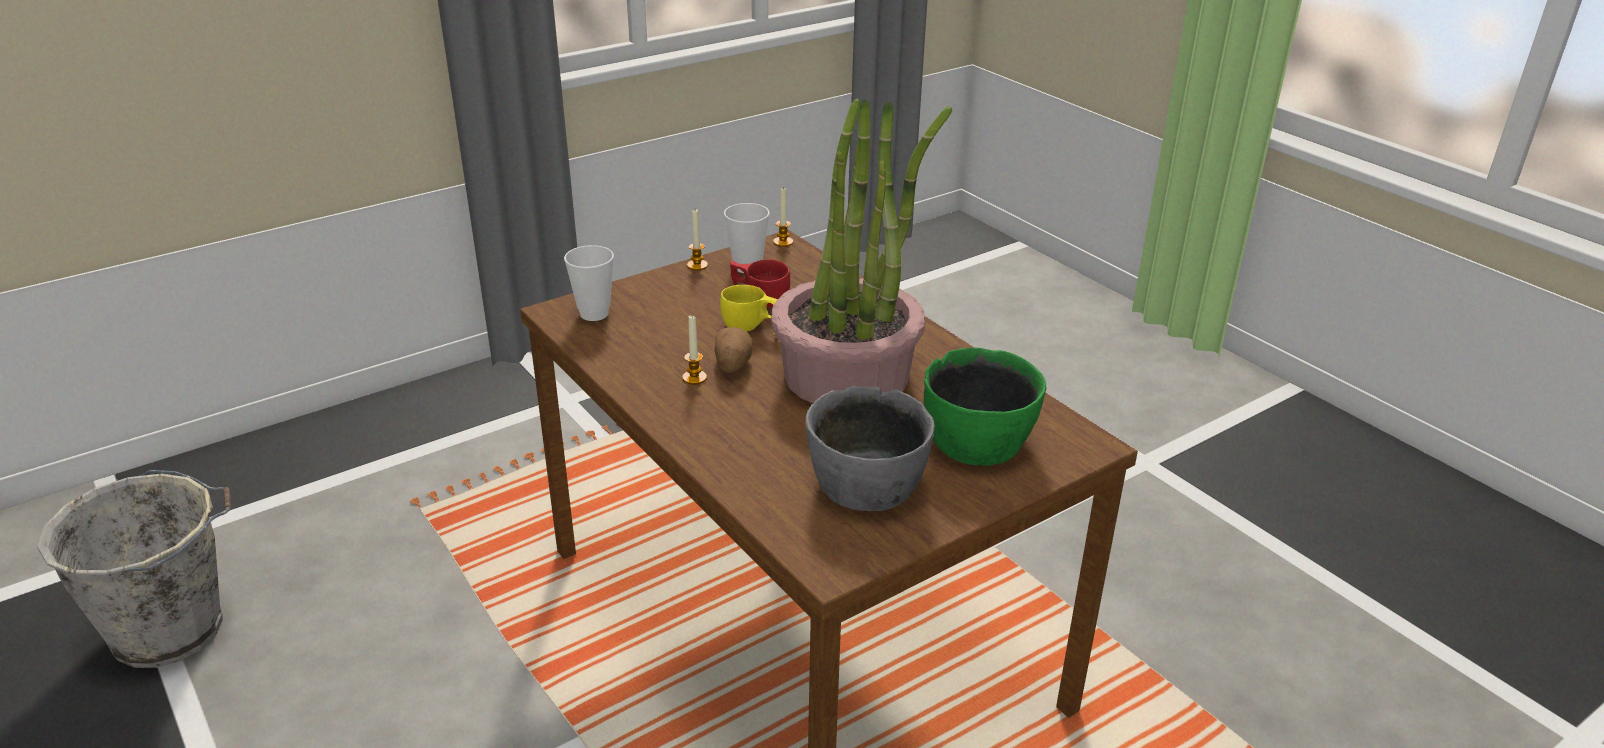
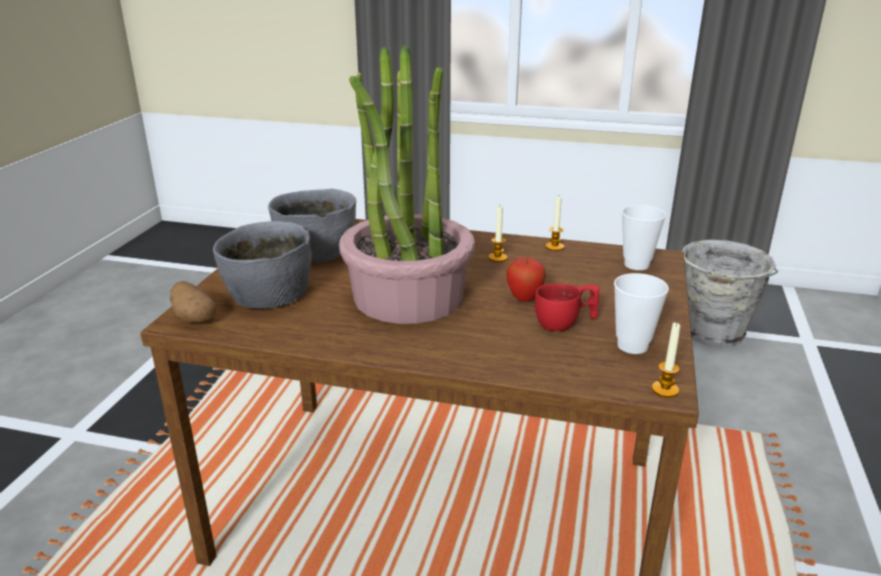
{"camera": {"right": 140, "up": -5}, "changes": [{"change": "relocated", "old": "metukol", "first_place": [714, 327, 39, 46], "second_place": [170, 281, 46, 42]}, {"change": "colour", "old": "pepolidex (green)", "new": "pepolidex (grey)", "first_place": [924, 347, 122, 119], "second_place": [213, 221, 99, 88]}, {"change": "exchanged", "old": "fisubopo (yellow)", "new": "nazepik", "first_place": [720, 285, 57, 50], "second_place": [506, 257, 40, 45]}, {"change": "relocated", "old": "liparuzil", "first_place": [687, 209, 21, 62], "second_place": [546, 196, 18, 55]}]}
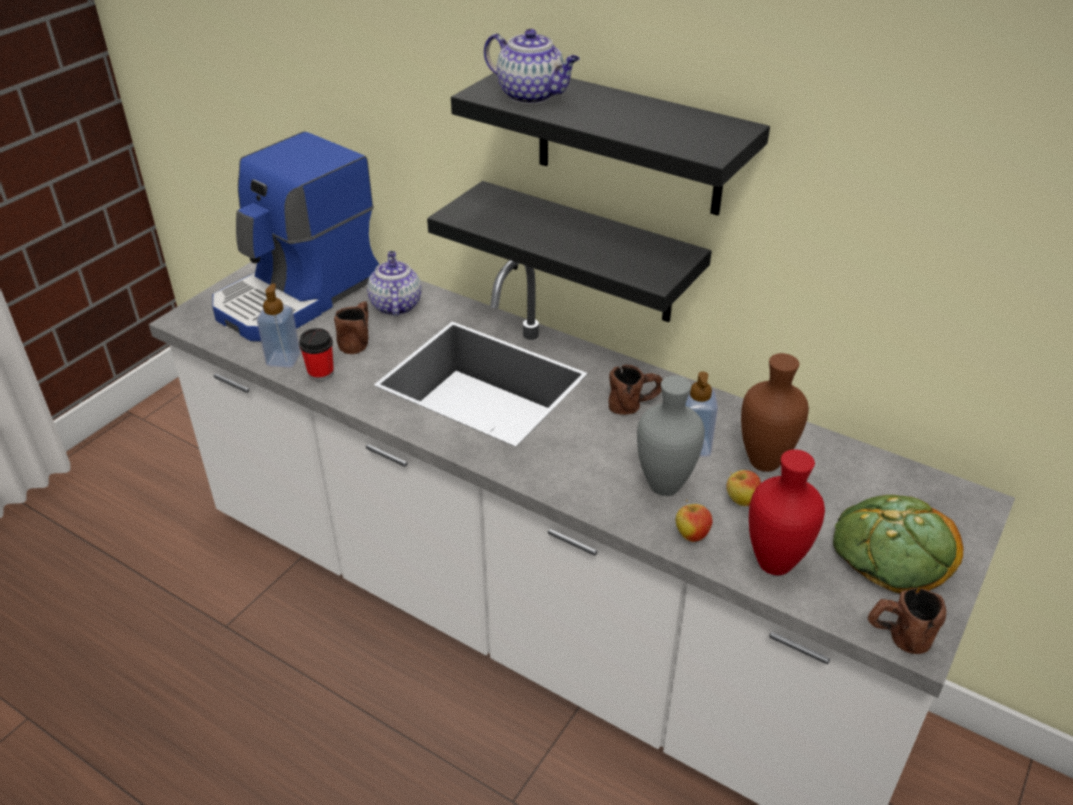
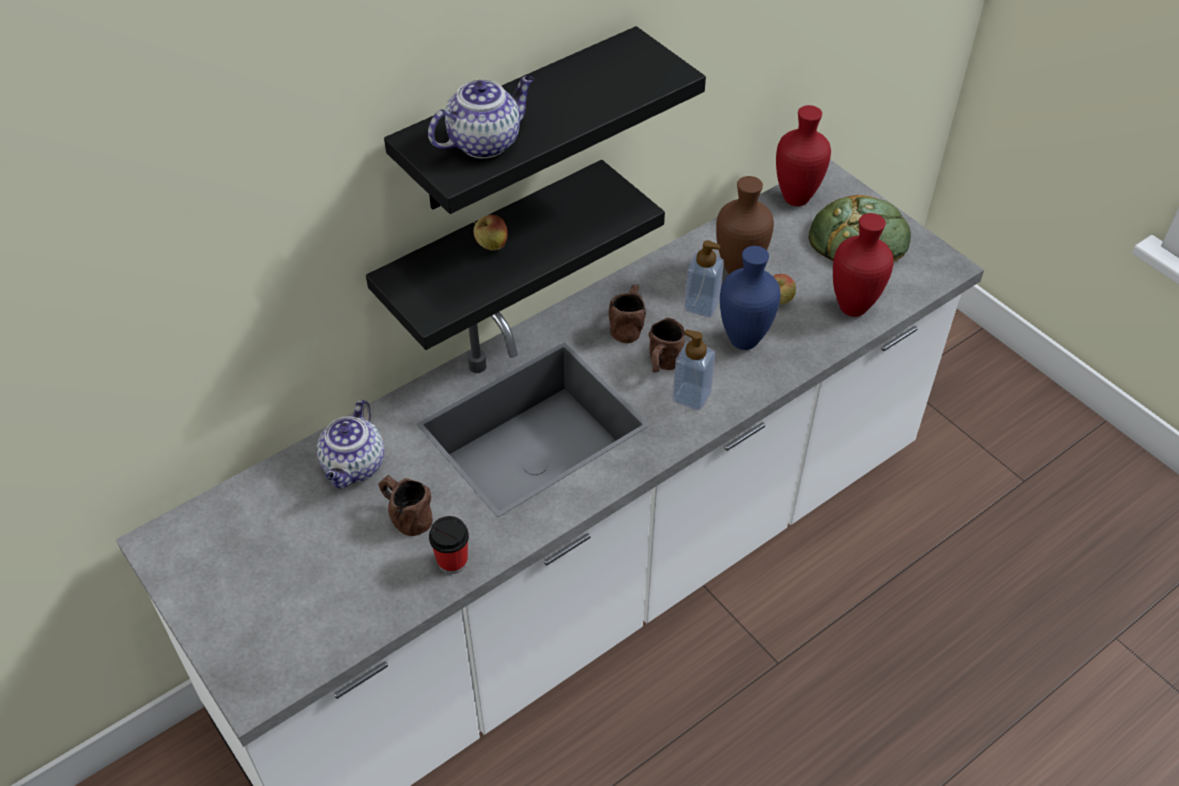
{"camera": {"right": -70, "up": 10}, "changes": [{"change": "spun", "old": "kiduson", "first_place": [367, 251, 55, 65], "second_place": [317, 400, 67, 89], "degrees": -90}, {"change": "relocated", "old": "nazepik", "first_place": [676, 500, 36, 42], "second_place": [474, 215, 33, 36]}, {"change": "relocated", "old": "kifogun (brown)", "first_place": [868, 588, 78, 66], "second_place": [648, 318, 37, 54]}, {"change": "relocated", "old": "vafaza", "first_place": [257, 283, 44, 85], "second_place": [673, 329, 42, 81]}, {"change": "colour", "old": "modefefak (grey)", "new": "modefefak (blue)", "first_place": [637, 376, 68, 120], "second_place": [720, 246, 61, 104]}, {"change": "appeared", "new": "modefefak (red)", "second_place": [776, 105, 55, 101]}, {"change": "missing", "old": "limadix", "first_place": [212, 131, 167, 210]}]}
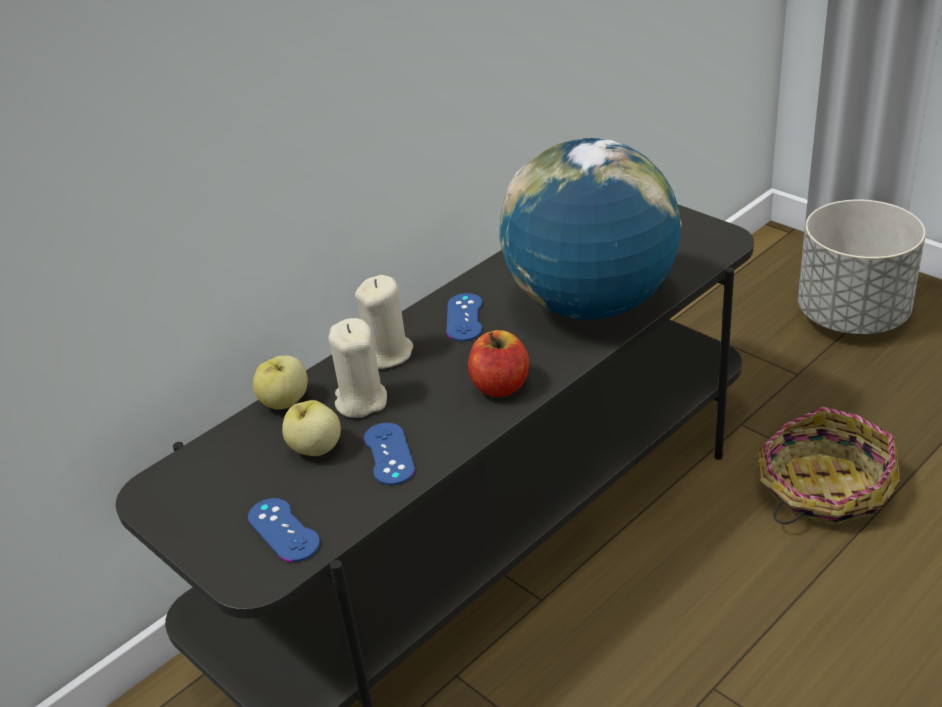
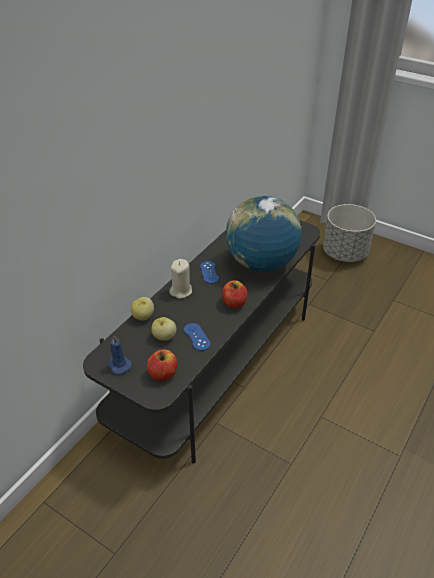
{"camera": {"right": -15, "up": 5}, "changes": [{"change": "appeared", "new": "liparuzil (blue)", "second_place": [107, 335, 25, 40]}, {"change": "exchanged", "old": "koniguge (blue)", "new": "nazepik", "first_place": [248, 498, 72, 64], "second_place": [147, 349, 30, 32]}, {"change": "missing", "old": "liparuzil (beige)", "first_place": [328, 318, 59, 100]}, {"change": "missing", "old": "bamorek", "first_place": [757, 407, 143, 119]}]}
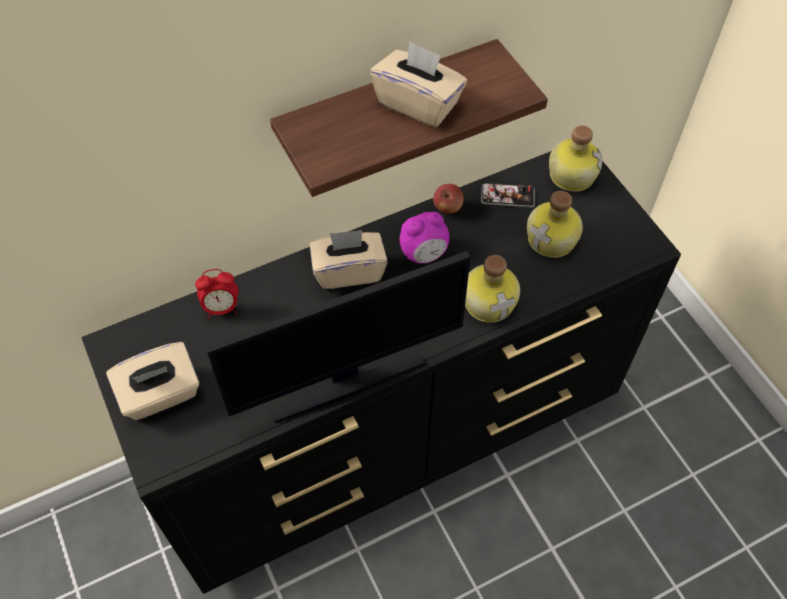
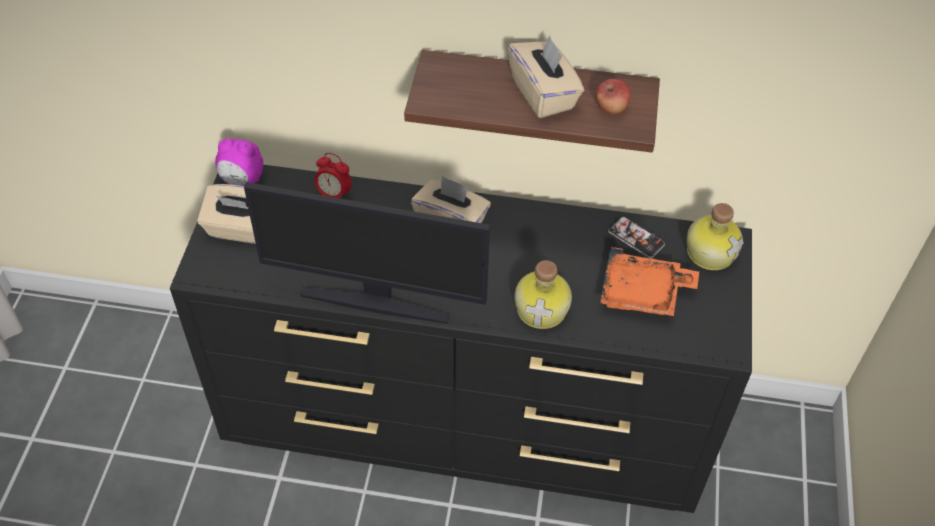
{"camera": {"right": 35, "up": -5}, "changes": [{"change": "relocated", "old": "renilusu", "first_place": [399, 212, 50, 52], "second_place": [215, 139, 48, 47]}, {"change": "relocated", "old": "nazepik", "first_place": [433, 184, 31, 30], "second_place": [595, 79, 36, 35]}, {"change": "exchanged", "old": "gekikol", "new": "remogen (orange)", "first_place": [527, 191, 56, 67], "second_place": [600, 247, 99, 69]}]}
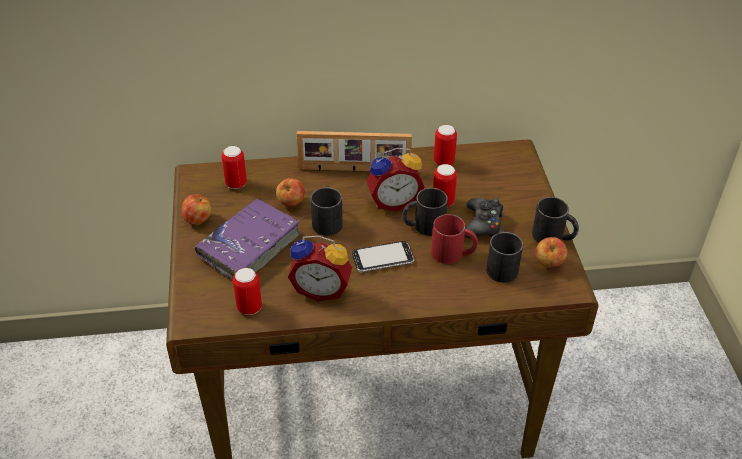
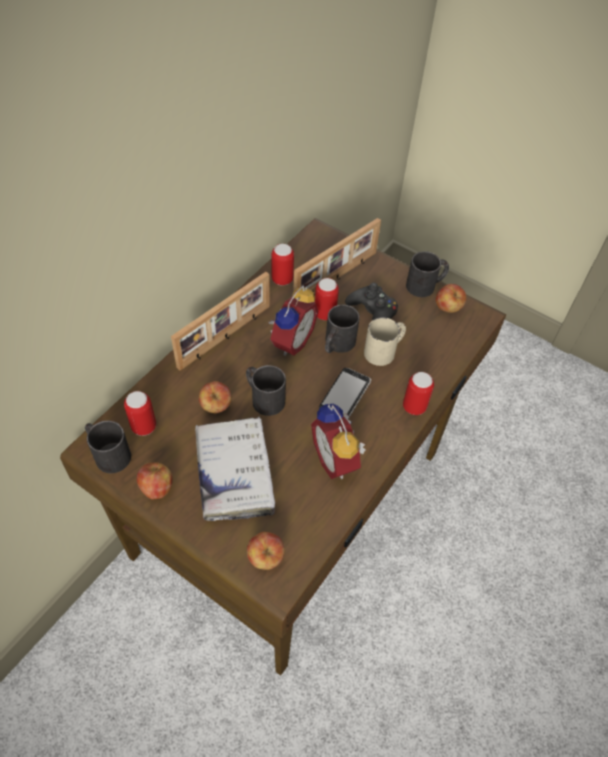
{"camera": {"right": -50, "up": 10}, "changes": [{"change": "relocated", "old": "kifogun (black)", "first_place": [486, 230, 37, 53], "second_place": [85, 421, 46, 52]}, {"change": "colour", "old": "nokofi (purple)", "new": "nokofi (white)", "first_place": [195, 198, 106, 83], "second_place": [195, 417, 80, 104]}, {"change": "appeared", "new": "nazepik", "second_place": [247, 532, 38, 38]}, {"change": "appeared", "new": "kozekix", "second_place": [293, 218, 88, 77]}, {"change": "spun", "old": "renilusu", "first_place": [288, 235, 64, 66], "second_place": [311, 404, 55, 75], "degrees": 105}, {"change": "colour", "old": "kifogun (red)", "new": "kifogun (beige)", "first_place": [431, 214, 47, 50], "second_place": [364, 317, 42, 49]}, {"change": "relocated", "old": "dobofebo", "first_place": [233, 268, 29, 47], "second_place": [403, 372, 31, 43]}]}
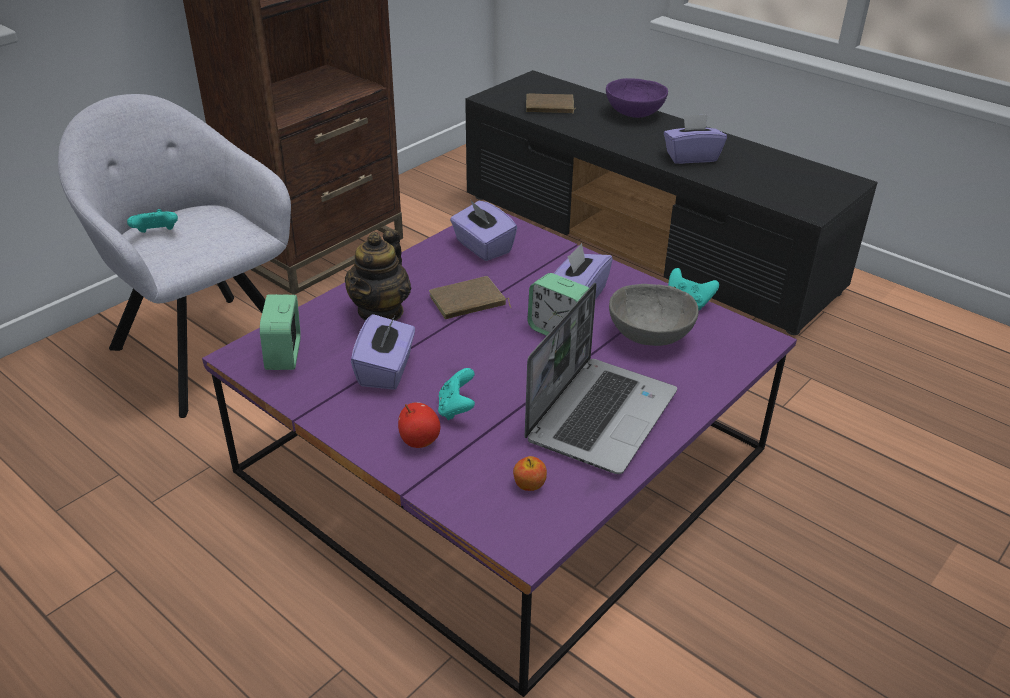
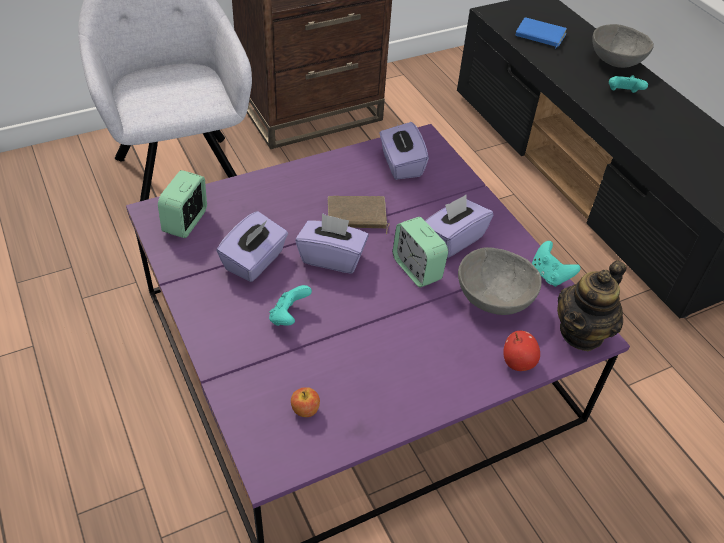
{"camera": {"right": 20, "up": 10}, "changes": [{"change": "relocated", "old": "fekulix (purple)", "first_place": [664, 114, 63, 50], "second_place": [295, 213, 74, 61]}, {"change": "relocated", "old": "nazepik", "first_place": [398, 402, 42, 46], "second_place": [503, 331, 37, 40]}, {"change": "colour", "old": "nokofi (brown)", "new": "nokofi (blue)", "first_place": [526, 94, 50, 20], "second_place": [515, 18, 52, 31]}, {"change": "relocated", "old": "kiduson", "first_place": [345, 229, 66, 92], "second_place": [557, 260, 69, 91]}, {"change": "colour", "old": "pepolidex (purple)", "new": "pepolidex (grey)", "first_place": [606, 78, 62, 40], "second_place": [592, 24, 62, 44]}, {"change": "relocated", "old": "koniguge (turquoise)", "first_place": [127, 209, 51, 24], "second_place": [609, 75, 39, 18]}, {"change": "missing", "old": "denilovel", "first_place": [525, 283, 152, 191]}]}
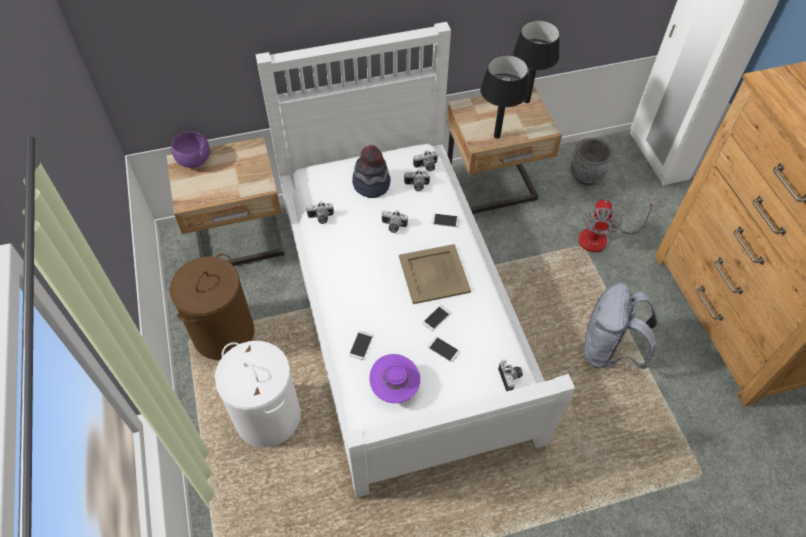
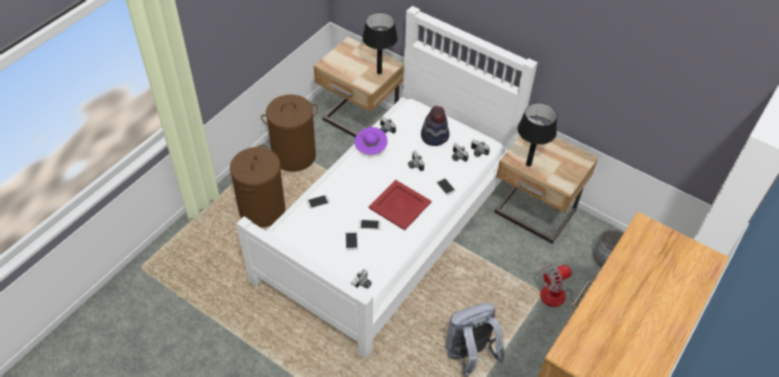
{"camera": {"right": 50, "up": -5}, "changes": [{"change": "colour", "old": "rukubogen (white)", "new": "rukubogen (brown)", "first_place": [214, 341, 87, 107], "second_place": [230, 145, 55, 83]}, {"change": "relocated", "old": "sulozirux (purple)", "first_place": [370, 354, 50, 49], "second_place": [355, 127, 32, 27]}, {"change": "relocated", "old": "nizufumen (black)", "first_place": [513, 20, 47, 83], "second_place": [362, 12, 36, 63]}, {"change": "colour", "old": "remogen (beige)", "new": "remogen (red)", "first_place": [399, 244, 72, 60], "second_place": [369, 180, 62, 50]}, {"change": "missing", "old": "pepolidex (purple)", "first_place": [171, 131, 40, 37]}]}
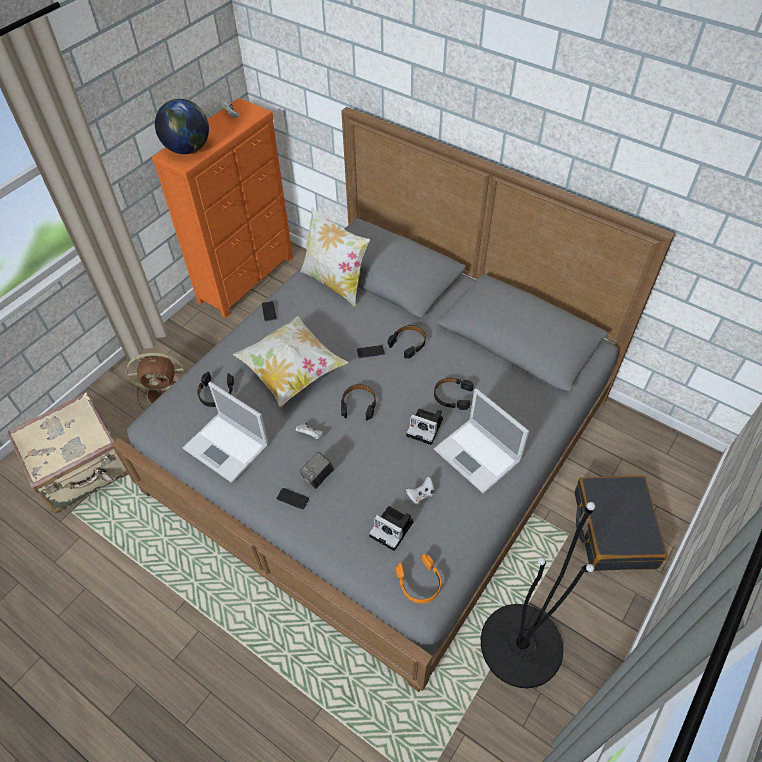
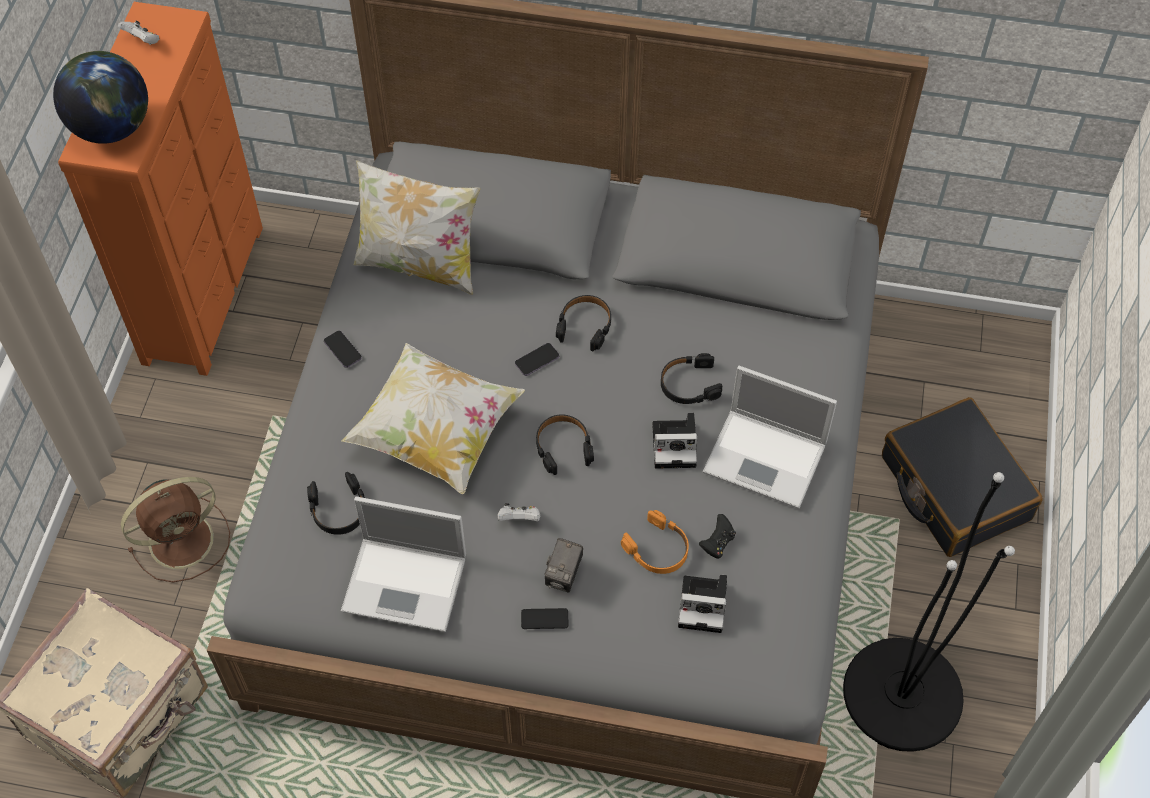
{"camera": {"right": -25, "up": 5}, "changes": [{"change": "relocated", "old": "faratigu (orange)", "first_place": [396, 554, 45, 50], "second_place": [621, 510, 68, 64]}, {"change": "colour", "old": "koniguge (white)", "new": "koniguge (black)", "first_place": [406, 476, 28, 28], "second_place": [699, 514, 37, 45]}]}
